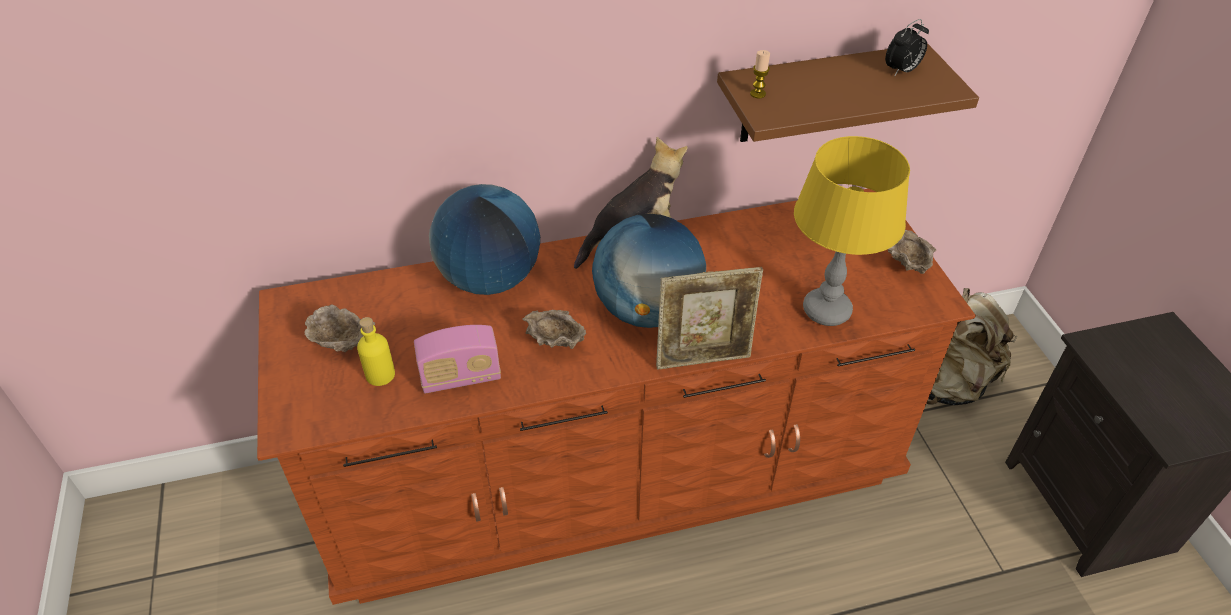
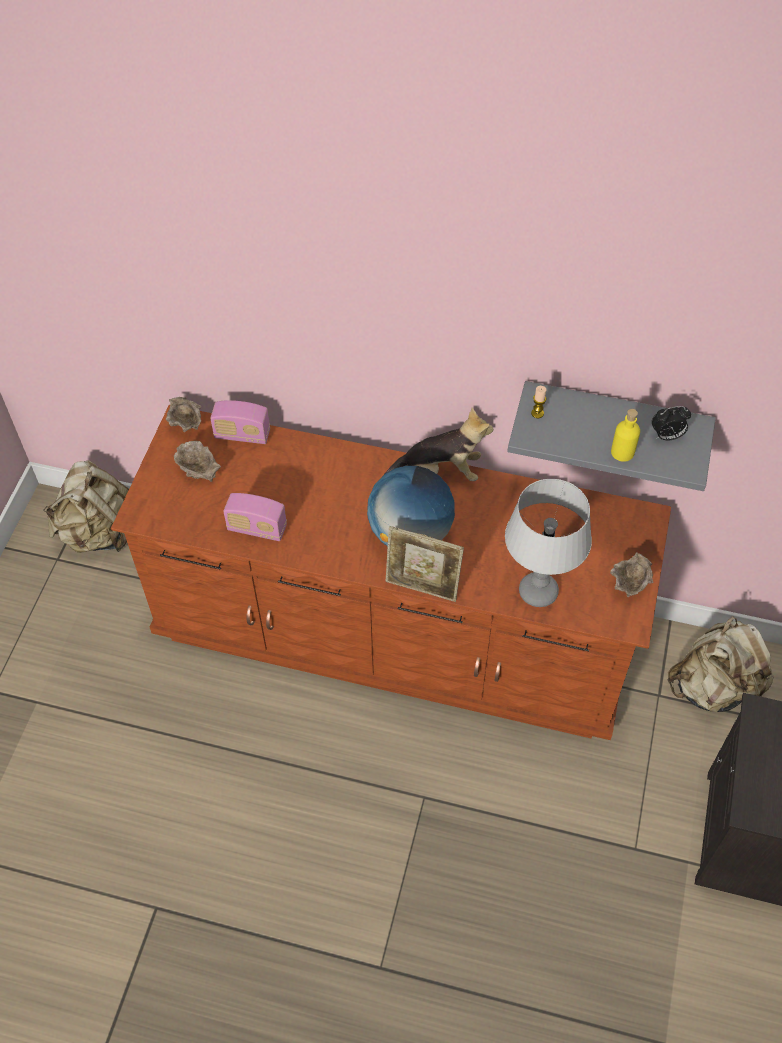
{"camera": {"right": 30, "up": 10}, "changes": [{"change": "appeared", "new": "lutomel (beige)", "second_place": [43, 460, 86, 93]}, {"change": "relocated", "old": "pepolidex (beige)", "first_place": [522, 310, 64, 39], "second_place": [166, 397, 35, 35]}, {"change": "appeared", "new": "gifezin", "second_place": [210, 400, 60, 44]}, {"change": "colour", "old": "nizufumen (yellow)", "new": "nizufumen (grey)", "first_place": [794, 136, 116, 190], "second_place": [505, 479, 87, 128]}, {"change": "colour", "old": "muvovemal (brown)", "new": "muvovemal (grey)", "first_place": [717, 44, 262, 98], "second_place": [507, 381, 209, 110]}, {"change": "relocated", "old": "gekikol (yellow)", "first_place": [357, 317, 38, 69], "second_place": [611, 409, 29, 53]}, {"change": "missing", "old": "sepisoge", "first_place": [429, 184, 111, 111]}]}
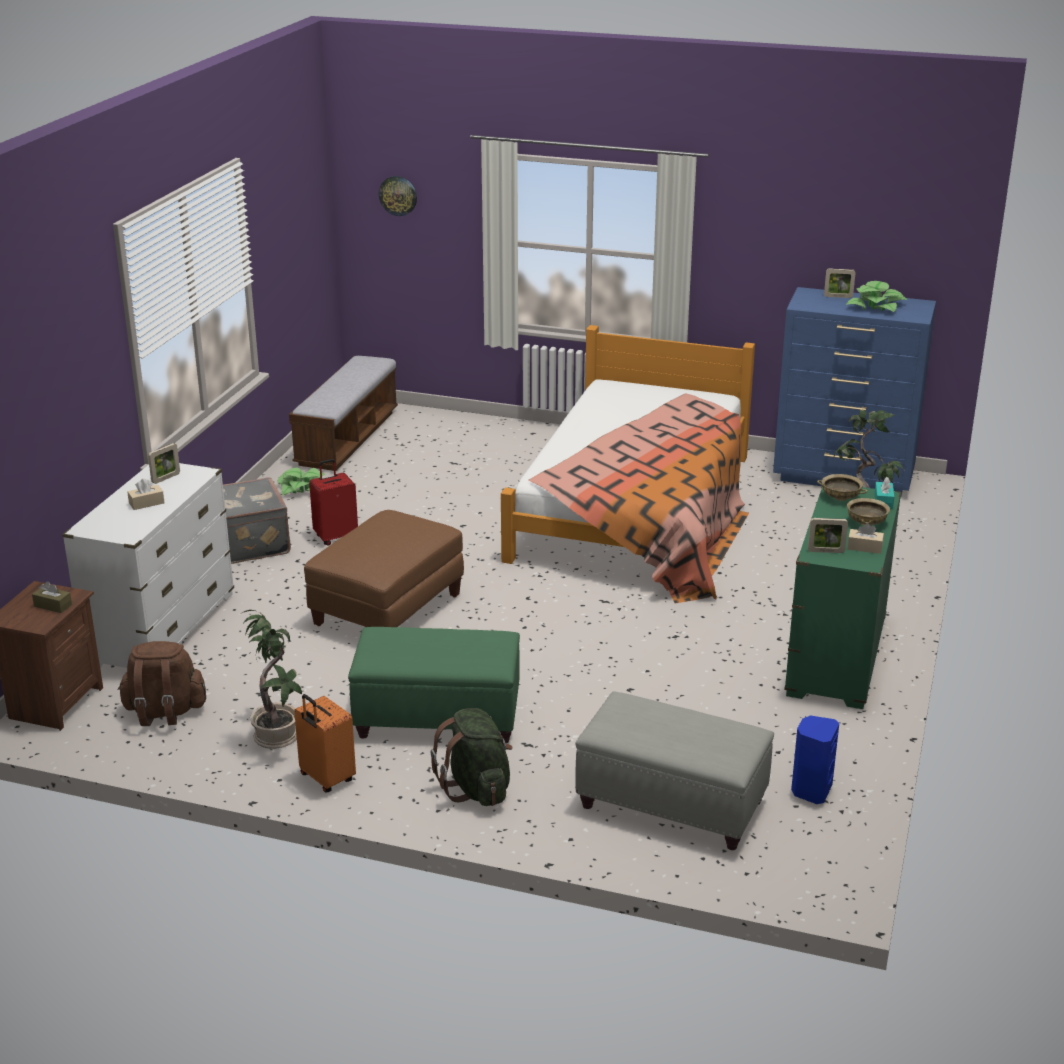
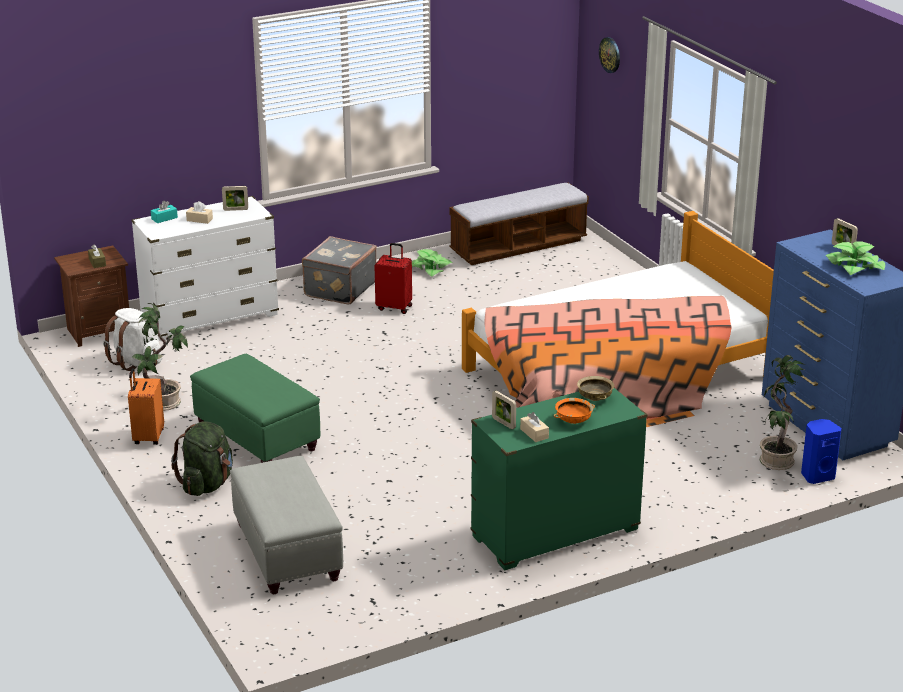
{"camera": {"right": 45, "up": 0}, "changes": [{"change": "colour", "old": "lutomel (brown)", "new": "lutomel (white)", "first_place": [118, 641, 88, 85], "second_place": [103, 308, 59, 63]}, {"change": "relocated", "old": "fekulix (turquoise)", "first_place": [874, 477, 20, 32], "second_place": [151, 201, 27, 22]}, {"change": "colour", "old": "pepolidex (beige)", "new": "pepolidex (orange)", "first_place": [847, 498, 43, 28], "second_place": [554, 398, 41, 26]}, {"change": "relocated", "old": "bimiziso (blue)", "first_place": [791, 715, 48, 89], "second_place": [801, 419, 41, 65]}, {"change": "missing", "old": "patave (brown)", "first_place": [304, 510, 160, 117]}]}
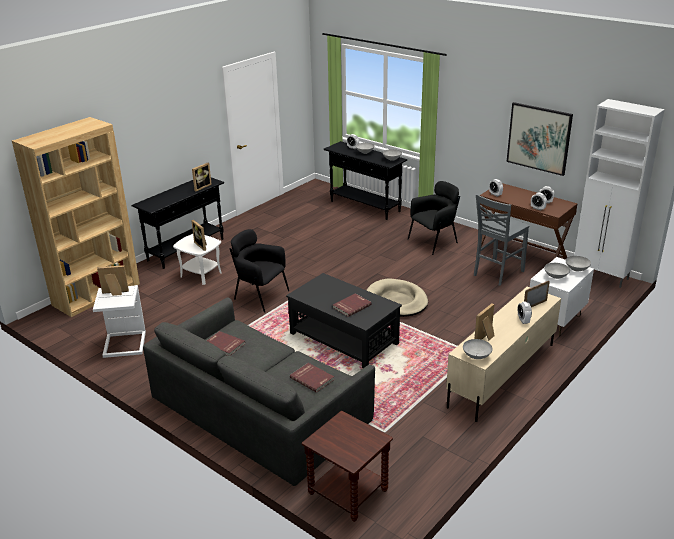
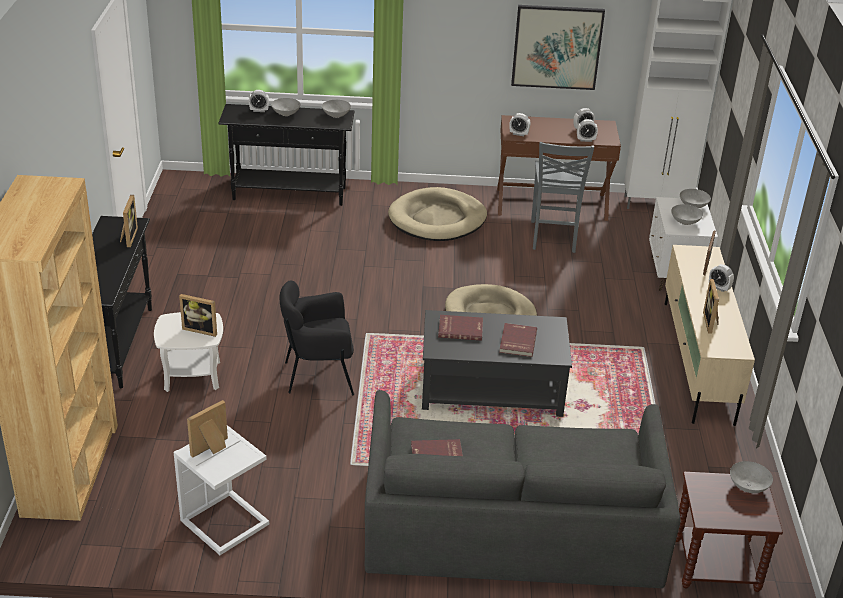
{"camera": {"right": -40, "up": 5}, "changes": [{"change": "exchanged", "old": "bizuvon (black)", "new": "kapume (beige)", "first_place": [408, 181, 52, 74], "second_place": [388, 187, 99, 54]}, {"change": "relocated", "old": "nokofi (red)", "first_place": [290, 363, 44, 30], "second_place": [438, 315, 45, 26]}, {"change": "relocated", "old": "pepolidex (grey)", "first_place": [463, 339, 30, 20], "second_place": [730, 461, 43, 32]}]}
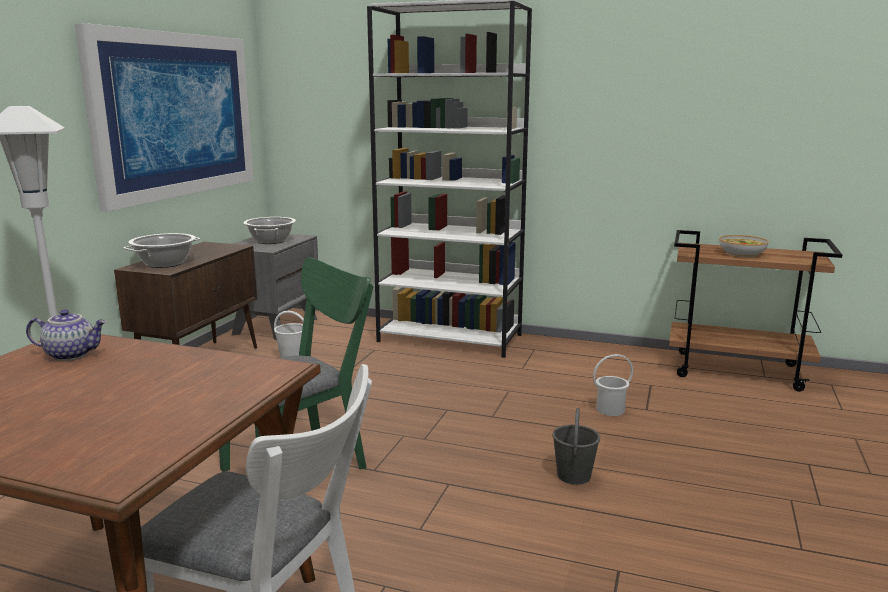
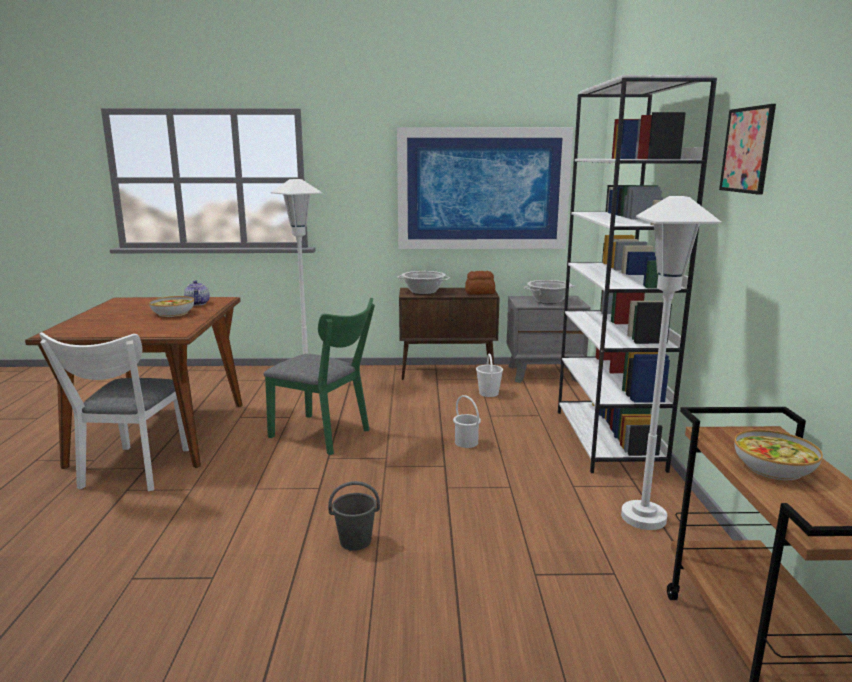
{"camera": {"right": 70, "up": 0}, "changes": [{"change": "appeared", "new": "pepolidex", "second_place": [149, 296, 45, 21]}, {"change": "relocated", "old": "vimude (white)", "first_place": [593, 354, 40, 62], "second_place": [453, 395, 28, 53]}, {"change": "appeared", "new": "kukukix", "second_place": [465, 271, 30, 24]}, {"change": "appeared", "new": "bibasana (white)", "second_place": [621, 196, 101, 334]}, {"change": "appeared", "new": "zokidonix", "second_place": [719, 104, 57, 91]}]}
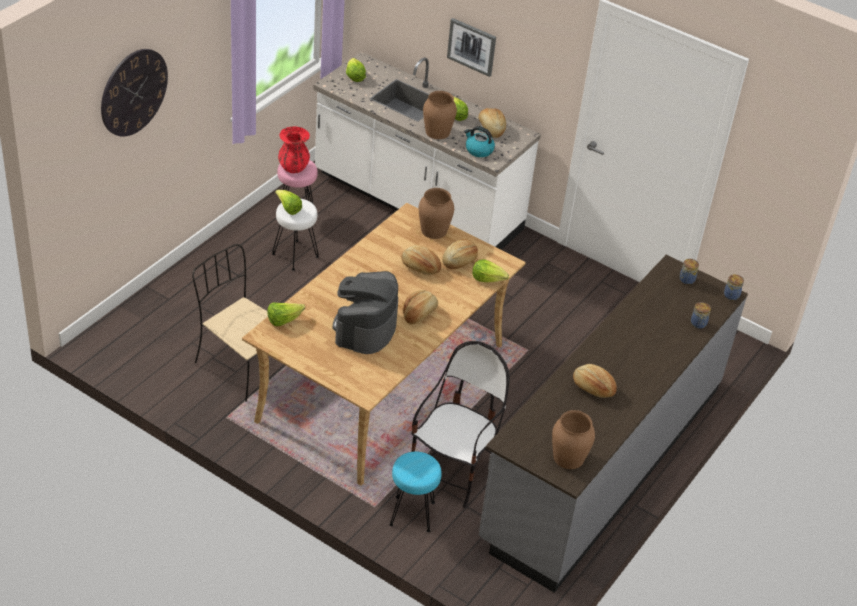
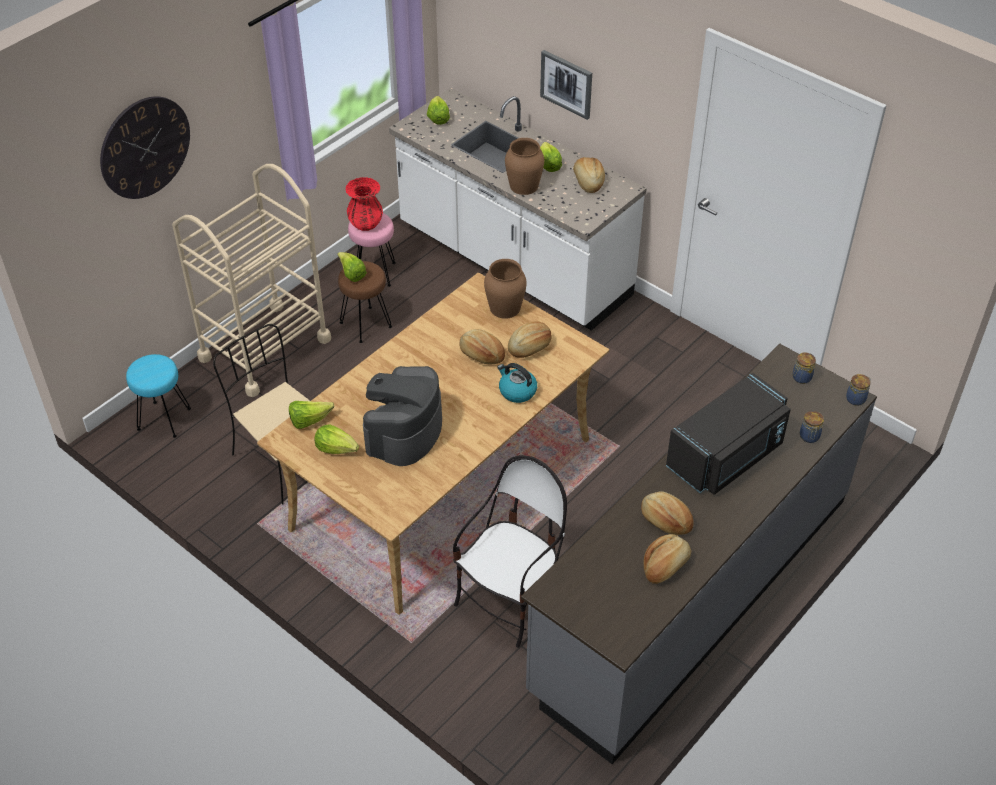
{"camera": {"right": 10, "up": 5}, "changes": [{"change": "relocated", "old": "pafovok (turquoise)", "first_place": [389, 452, 53, 80], "second_place": [126, 354, 65, 84]}, {"change": "appeared", "new": "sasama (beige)", "second_place": [172, 164, 159, 233]}, {"change": "relocated", "old": "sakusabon", "first_place": [472, 259, 37, 23], "second_place": [314, 424, 45, 30]}, {"change": "colour", "old": "pafovok (white)", "new": "pafovok (brown)", "first_place": [272, 199, 47, 71], "second_place": [338, 261, 54, 82]}, {"change": "relocated", "old": "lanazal", "first_place": [464, 126, 31, 31], "second_place": [497, 363, 40, 40]}, {"change": "relocated", "old": "kukukix", "first_place": [403, 290, 35, 34], "second_place": [644, 534, 47, 50]}, {"change": "appeared", "new": "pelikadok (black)", "second_place": [666, 373, 125, 121]}, {"change": "missing", "old": "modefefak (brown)", "first_place": [552, 410, 43, 59]}]}
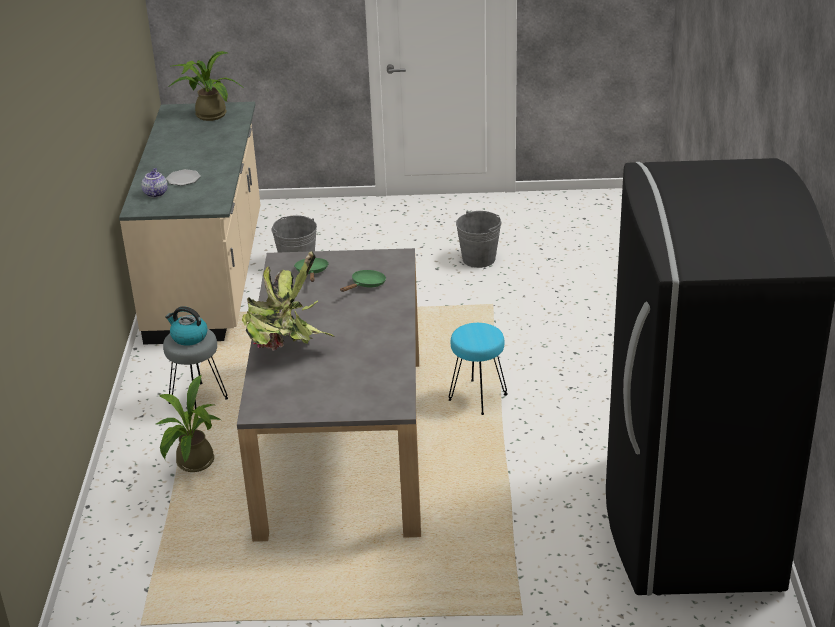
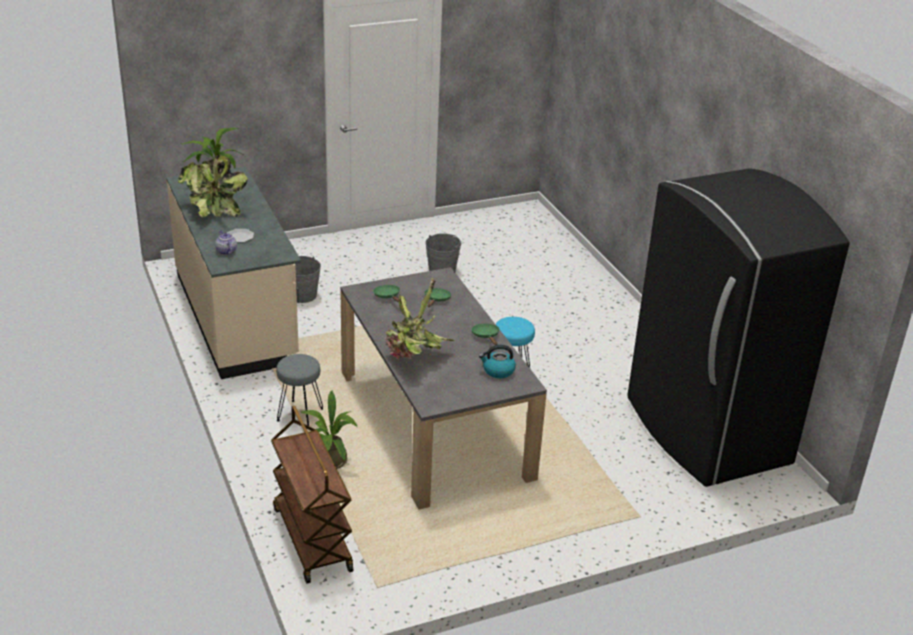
{"camera": {"right": -25, "up": 0}, "changes": [{"change": "appeared", "new": "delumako", "second_place": [178, 155, 70, 62]}, {"change": "appeared", "new": "sasama (brown)", "second_place": [271, 406, 82, 177]}, {"change": "appeared", "new": "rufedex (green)", "second_place": [472, 324, 28, 21]}, {"change": "relocated", "old": "lanazal", "first_place": [165, 306, 43, 40], "second_place": [479, 345, 37, 33]}]}
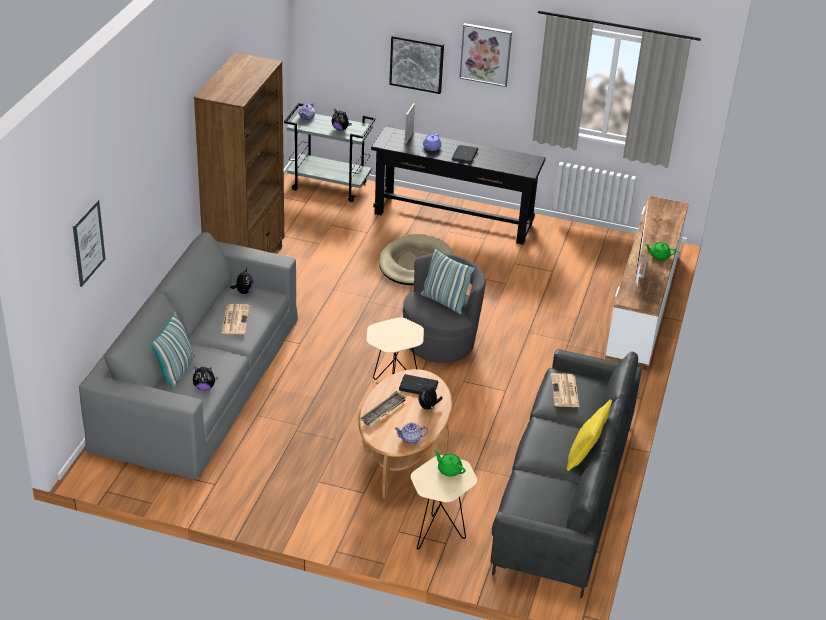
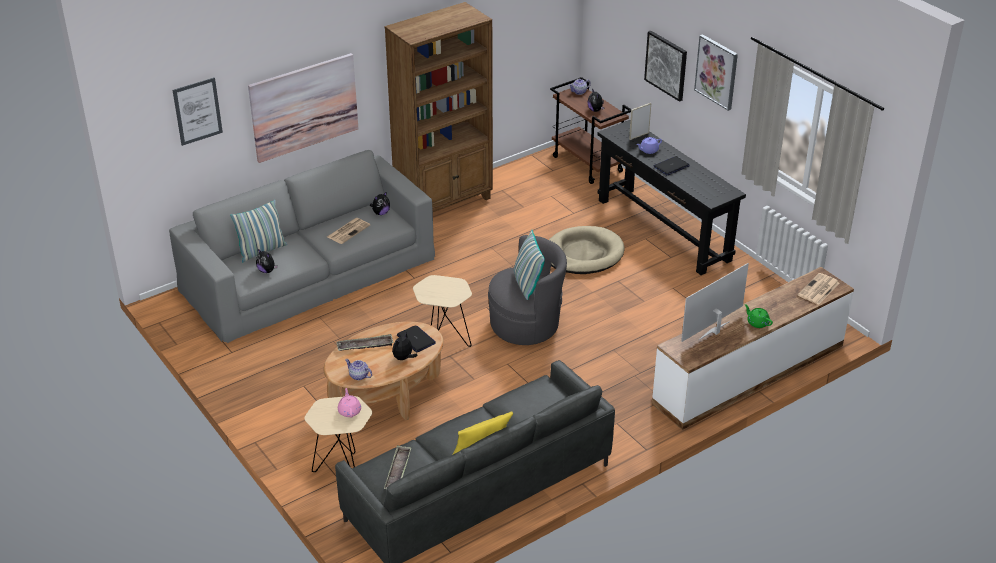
{"camera": {"right": 40, "up": 0}, "changes": [{"change": "appeared", "new": "zokidonix", "second_place": [248, 53, 111, 110]}, {"change": "colour", "old": "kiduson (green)", "new": "kiduson (pink)", "first_place": [434, 450, 32, 27], "second_place": [338, 388, 23, 29]}, {"change": "appeared", "new": "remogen", "second_place": [384, 446, 27, 43]}, {"change": "colour", "old": "sasama (grey)", "new": "sasama (brown)", "first_place": [284, 103, 92, 99], "second_place": [550, 77, 82, 107]}, {"change": "relocated", "old": "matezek", "first_place": [551, 373, 28, 34], "second_place": [798, 273, 41, 32]}]}
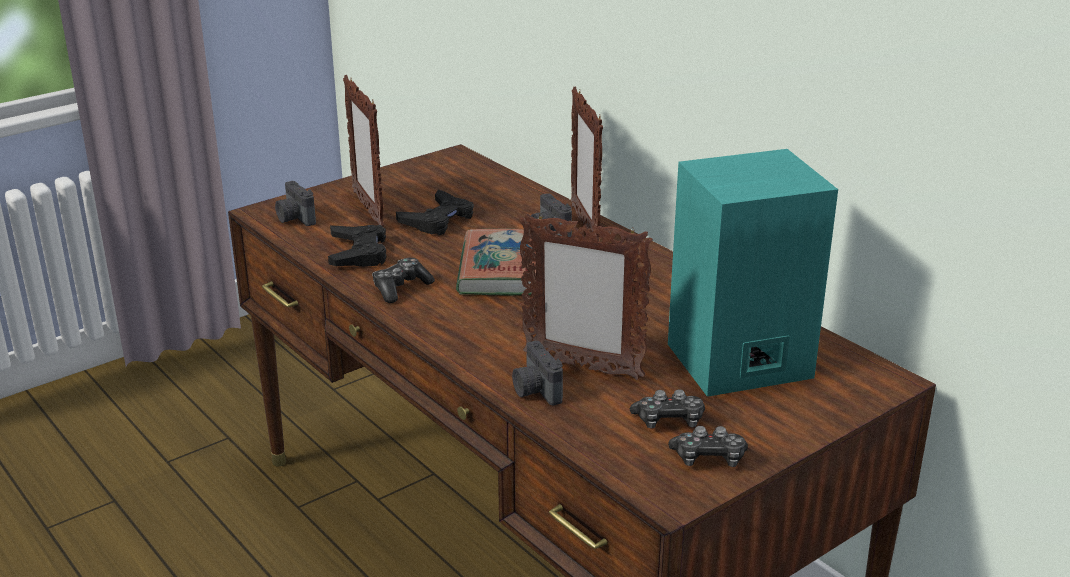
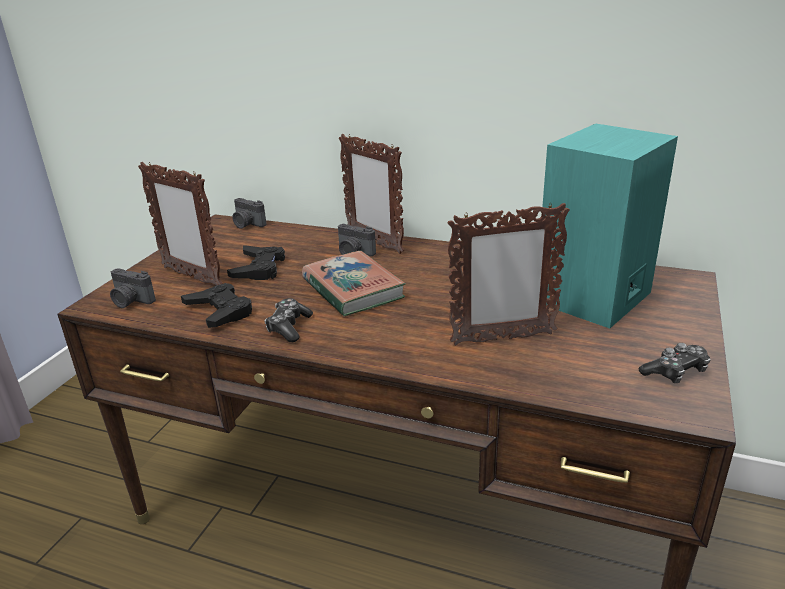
{"camera": {"right": -30, "up": 0}, "changes": [{"change": "relocated", "old": "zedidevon", "first_place": [512, 341, 51, 64], "second_place": [232, 198, 35, 31]}, {"change": "missing", "old": "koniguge", "first_place": [630, 389, 75, 39]}]}
